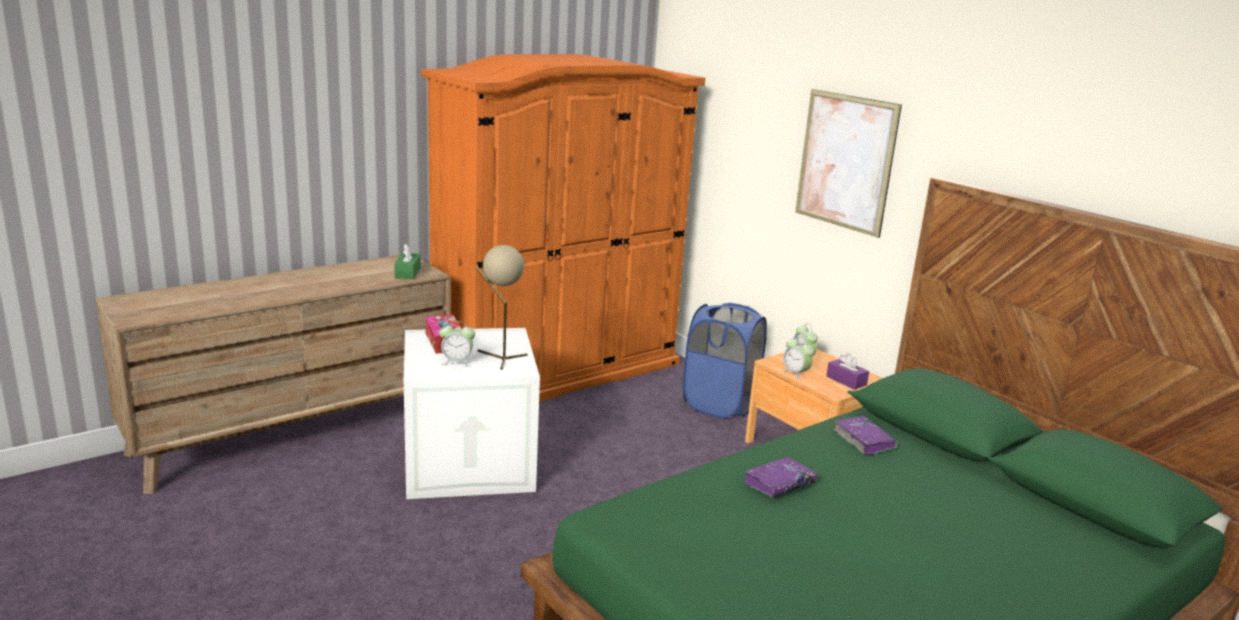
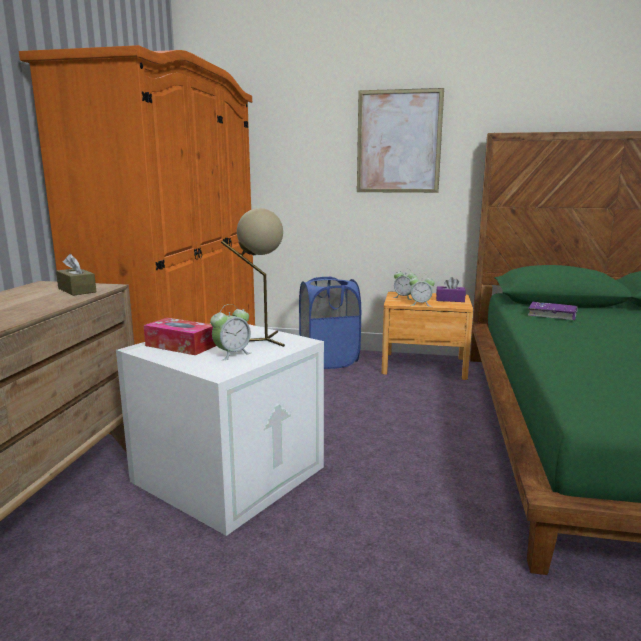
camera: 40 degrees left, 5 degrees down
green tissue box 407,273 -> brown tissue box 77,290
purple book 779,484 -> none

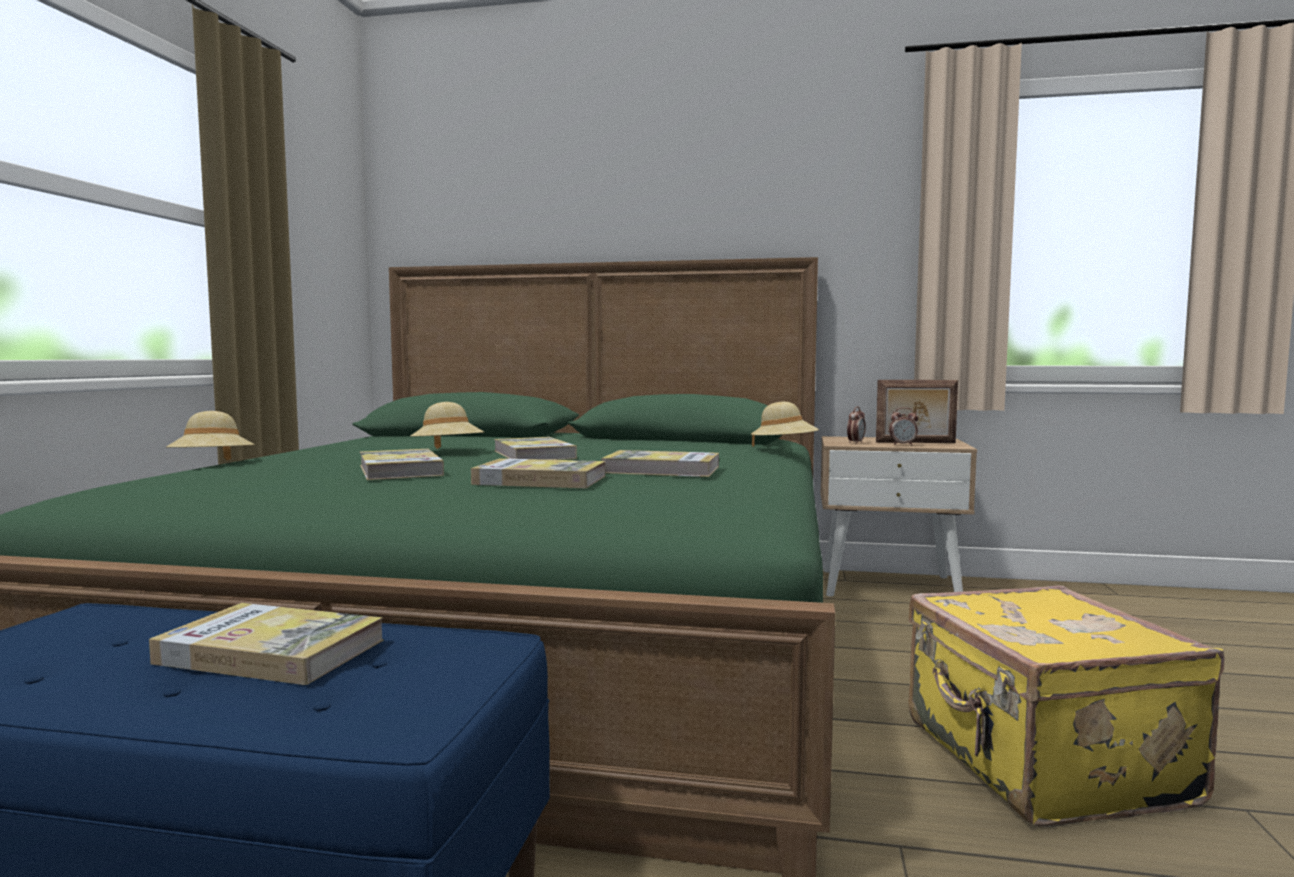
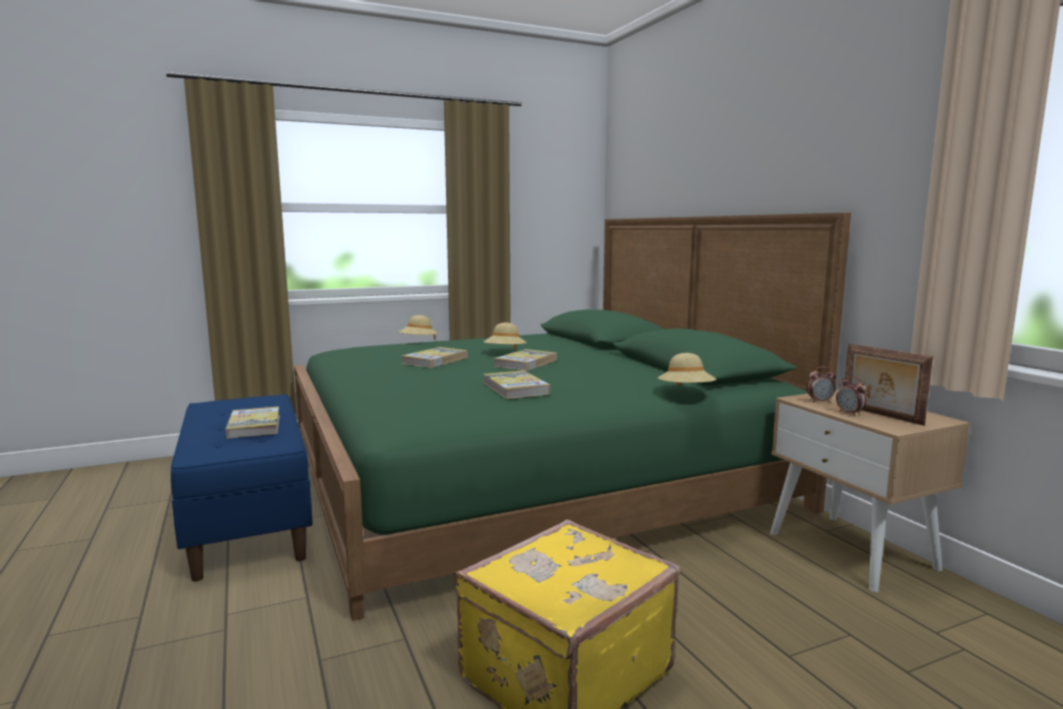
camera: 55 degrees right, 5 degrees up
book 540,480 -> none

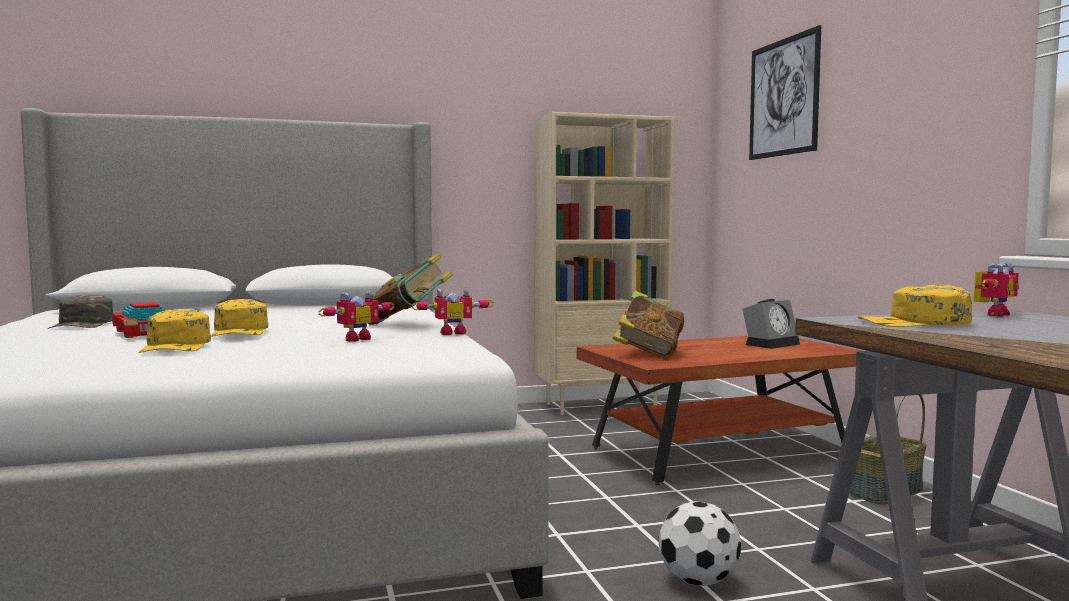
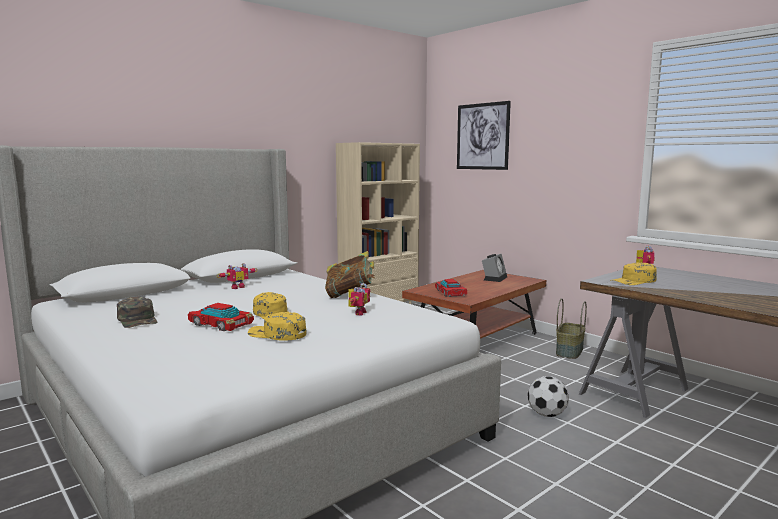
camera: 25 degrees left, 5 degrees up
toy robot 452,333 -> toy robot 237,287, move
yellow cap 177,346 -> yellow cap 277,334, 150 degrees clockwise
book 649,353 -> toy car 450,292

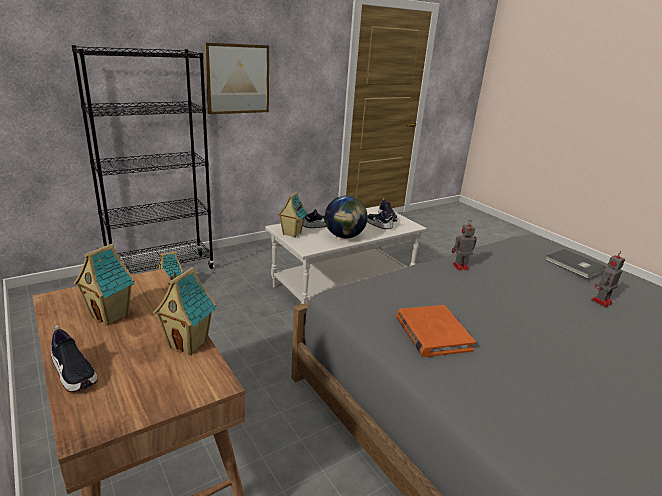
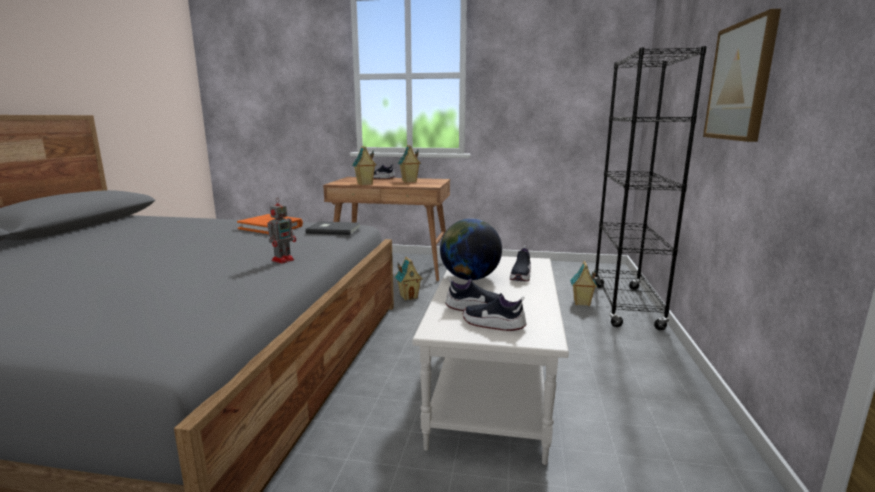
camera: 135 degrees right, 10 degrees down
grey book 574,265 -> grey book 333,230, move
toy house 291,234 -> toy house 409,297, move
toy robot 601,302 -> none

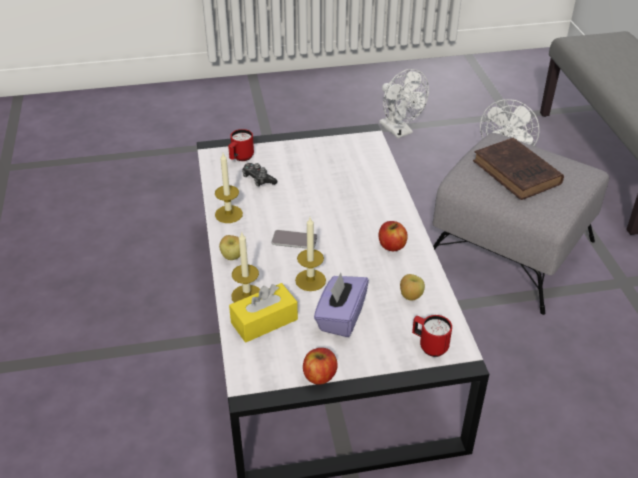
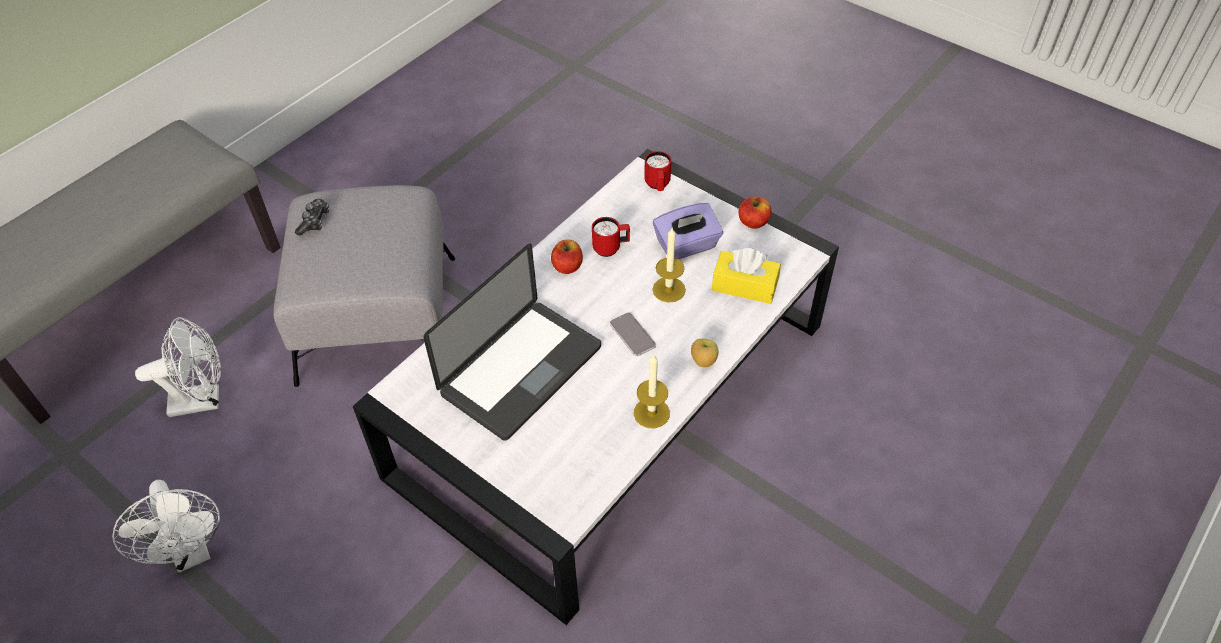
camera: 130 degrees left, 10 degrees up
white fan 399,131 -> white fan 192,552, 135 degrees clockwise
game controller 258,179 -> game controller 314,221, move
none -> laptop 521,370
red mug 240,158 -> red mug 611,248, move
candle 247,296 -> none
apple 410,296 -> none
brown book 518,174 -> none

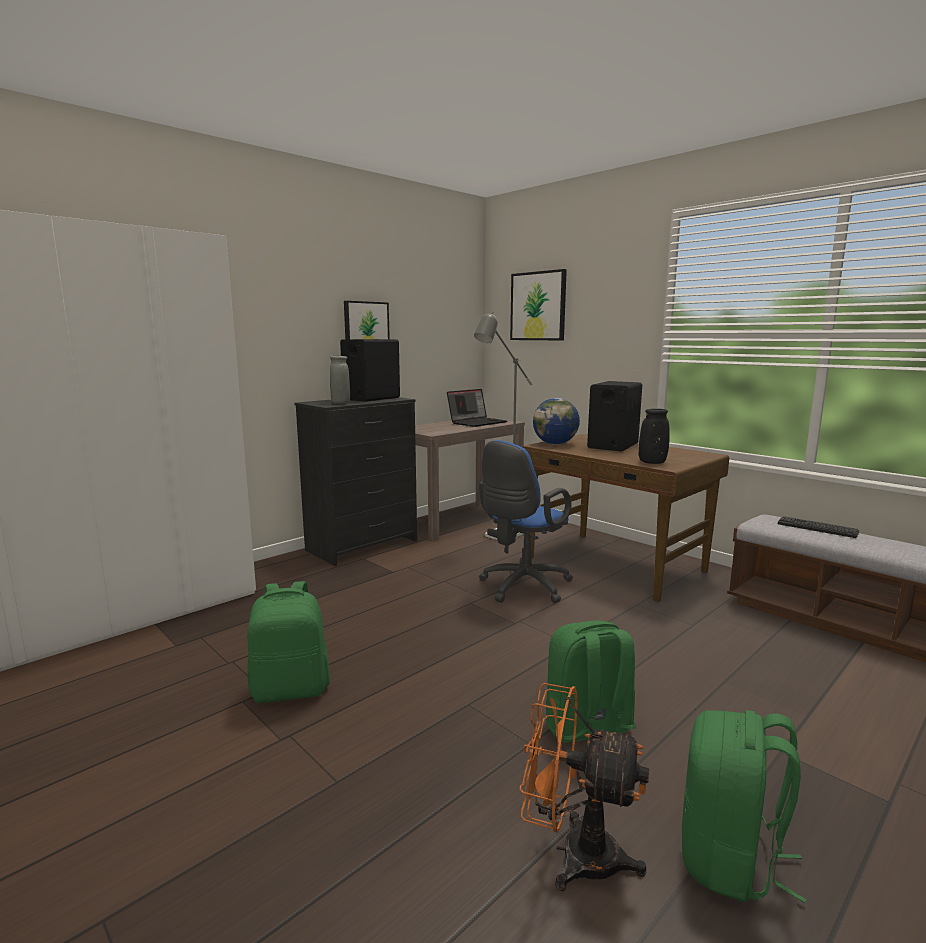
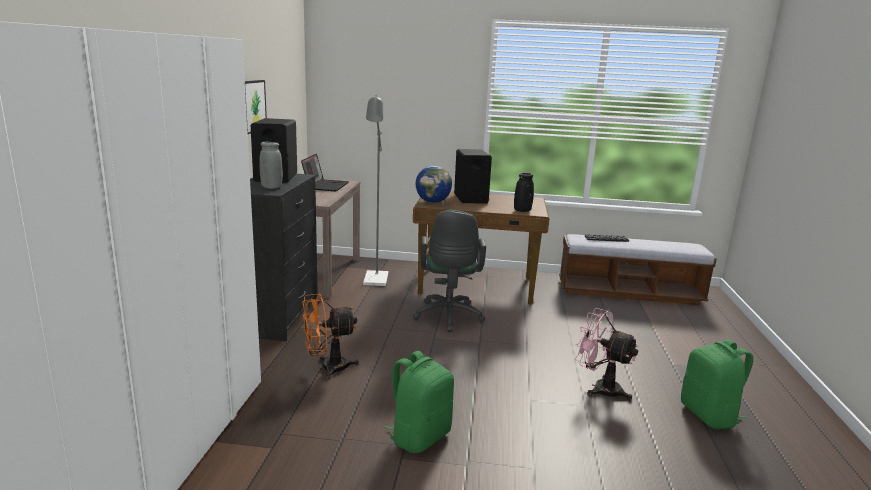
camera: 40 degrees left, 5 degrees up
orange fan 574,853 -> orange fan 327,368, move
blue office chair 522,587 -> green office chair 448,317
green backpack 589,732 -> pink fan 599,388
picture 538,306 -> none

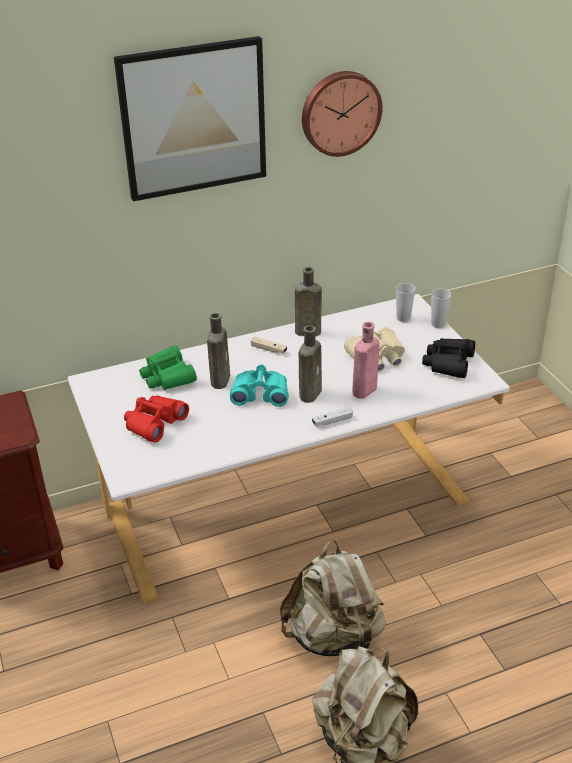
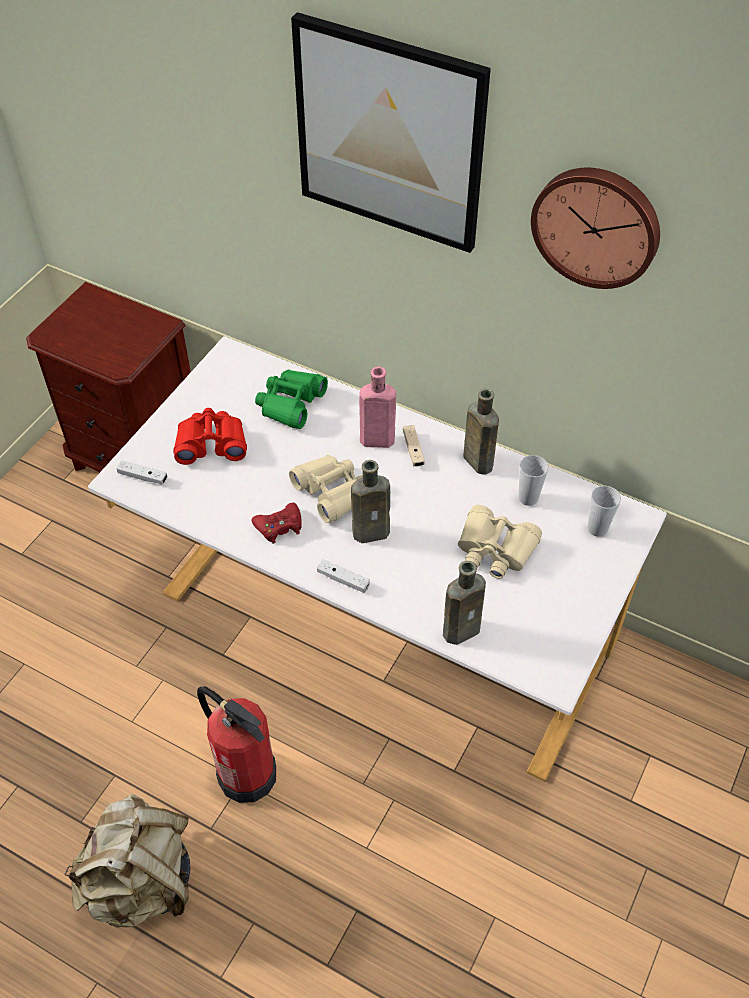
camera: 50 degrees right, 15 degrees up
none -> white game controller 143,477
beige backpack 333,636 -> fire extinguisher 246,773
none -> red game controller 279,526
turquoise binoculars 260,394 -> beige binoculars 332,492
pink bottle 363,391 -> pink bottle 374,440, move
brown bottle 220,379 -> brown bottle 464,629, move
cup 438,324 -> cup 528,498, move
black binoculars 448,363 -> none

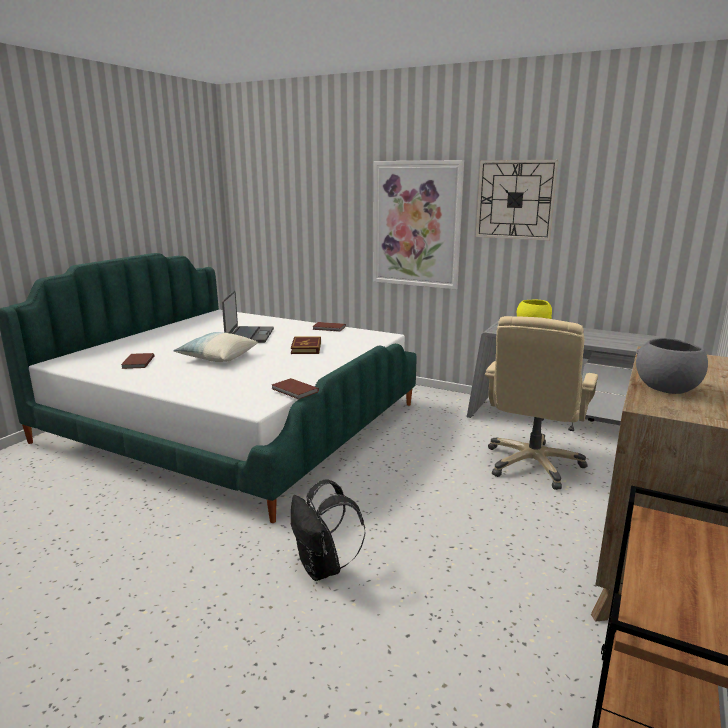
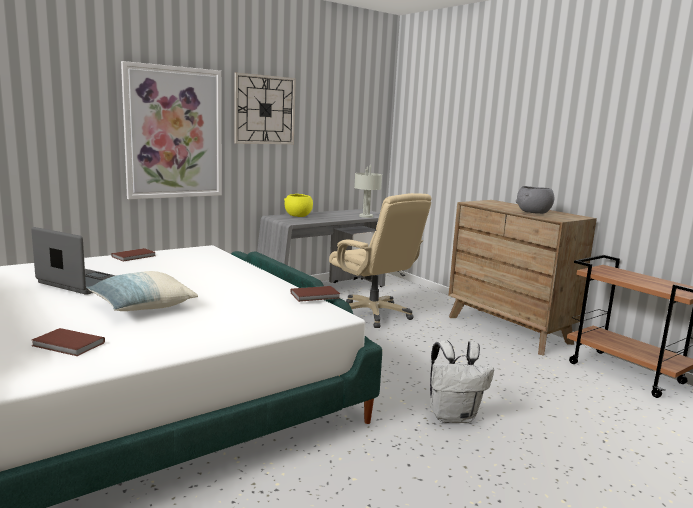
camera: 65 degrees left, 5 degrees down
none -> grey table lamp 366,216
black backpack 323,568 -> white backpack 453,416
book 306,348 -> none

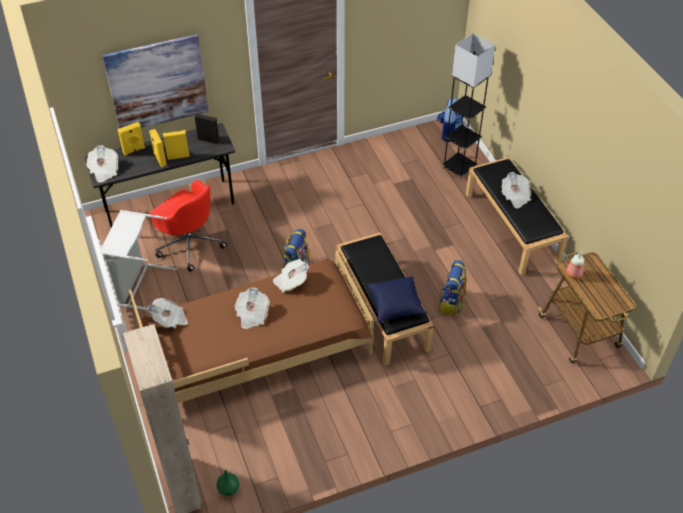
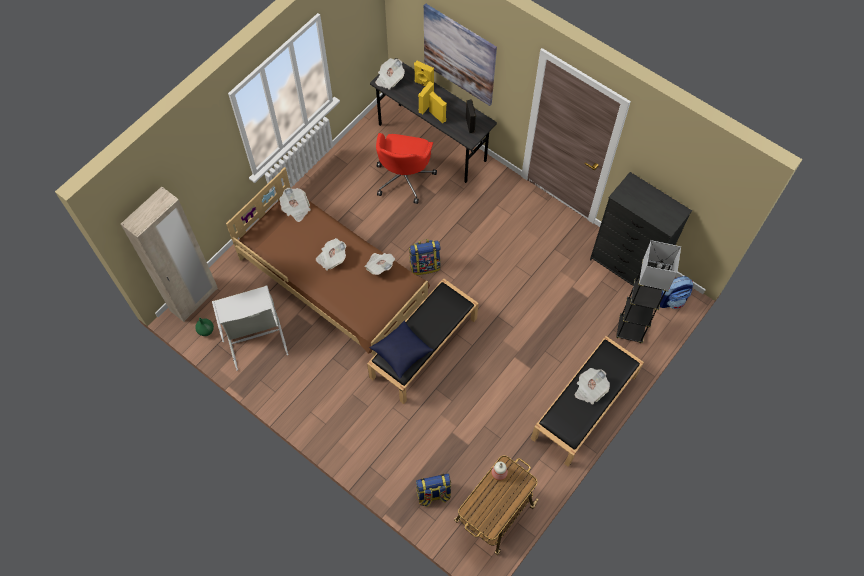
camera: 60 degrees right, 15 degrees up
grey laundry basket 138,286 -> grey laundry basket 256,337, move
backpack 452,303 -> backpack 433,494, move
none -> black dresser 626,266

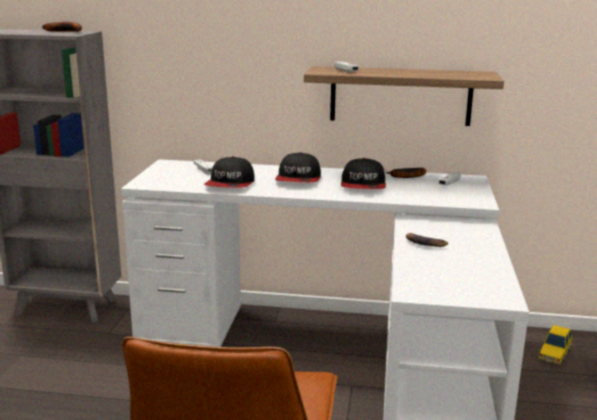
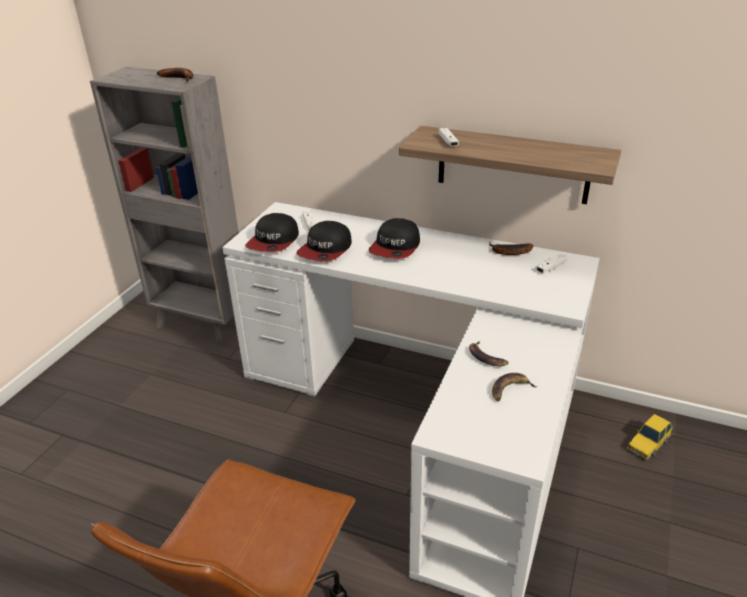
camera: 15 degrees right, 15 degrees up
cap 363,185 -> cap 274,241, move
none -> banana 510,390

